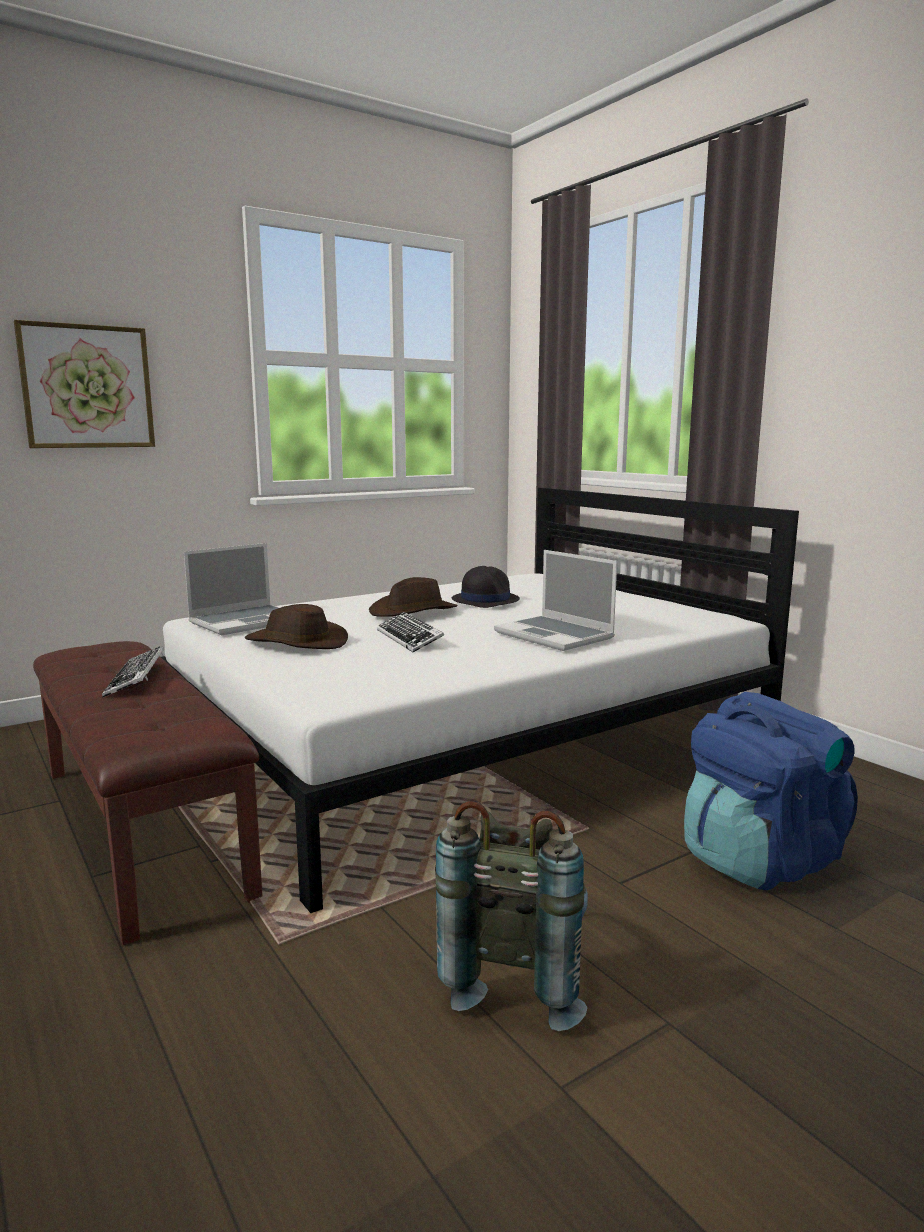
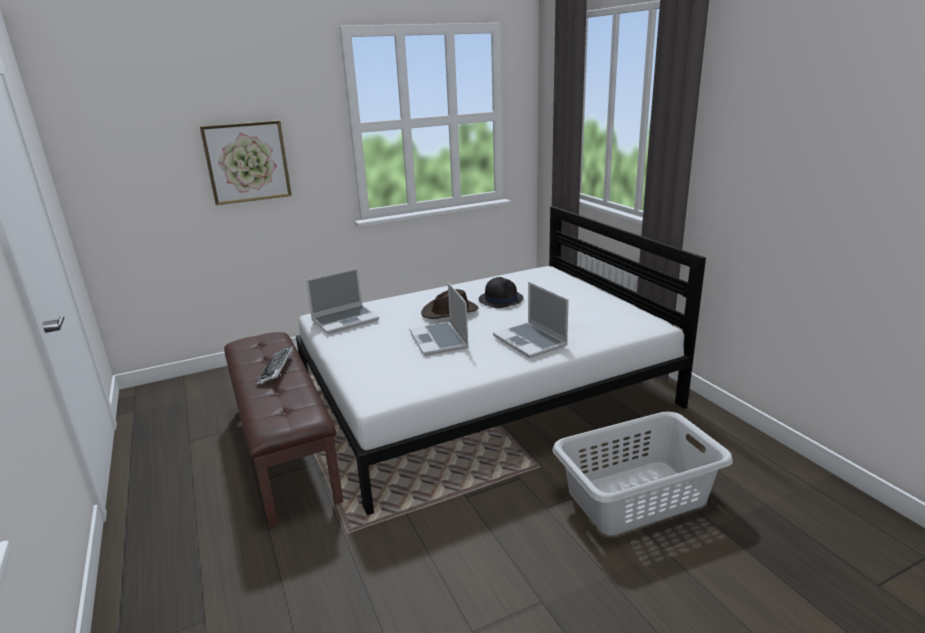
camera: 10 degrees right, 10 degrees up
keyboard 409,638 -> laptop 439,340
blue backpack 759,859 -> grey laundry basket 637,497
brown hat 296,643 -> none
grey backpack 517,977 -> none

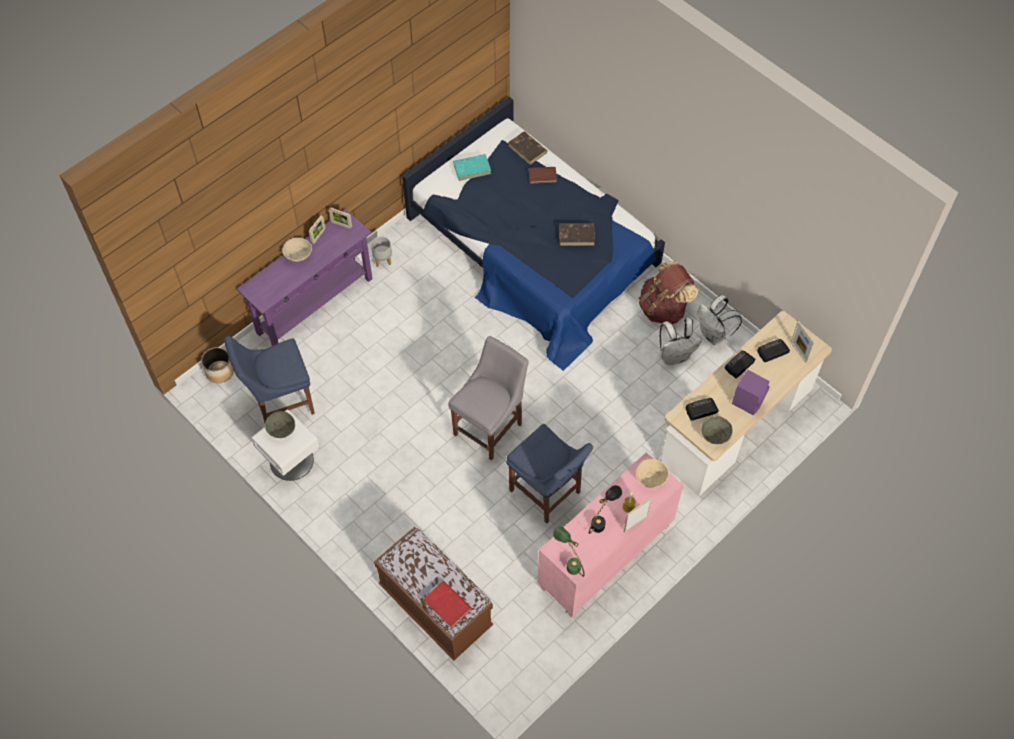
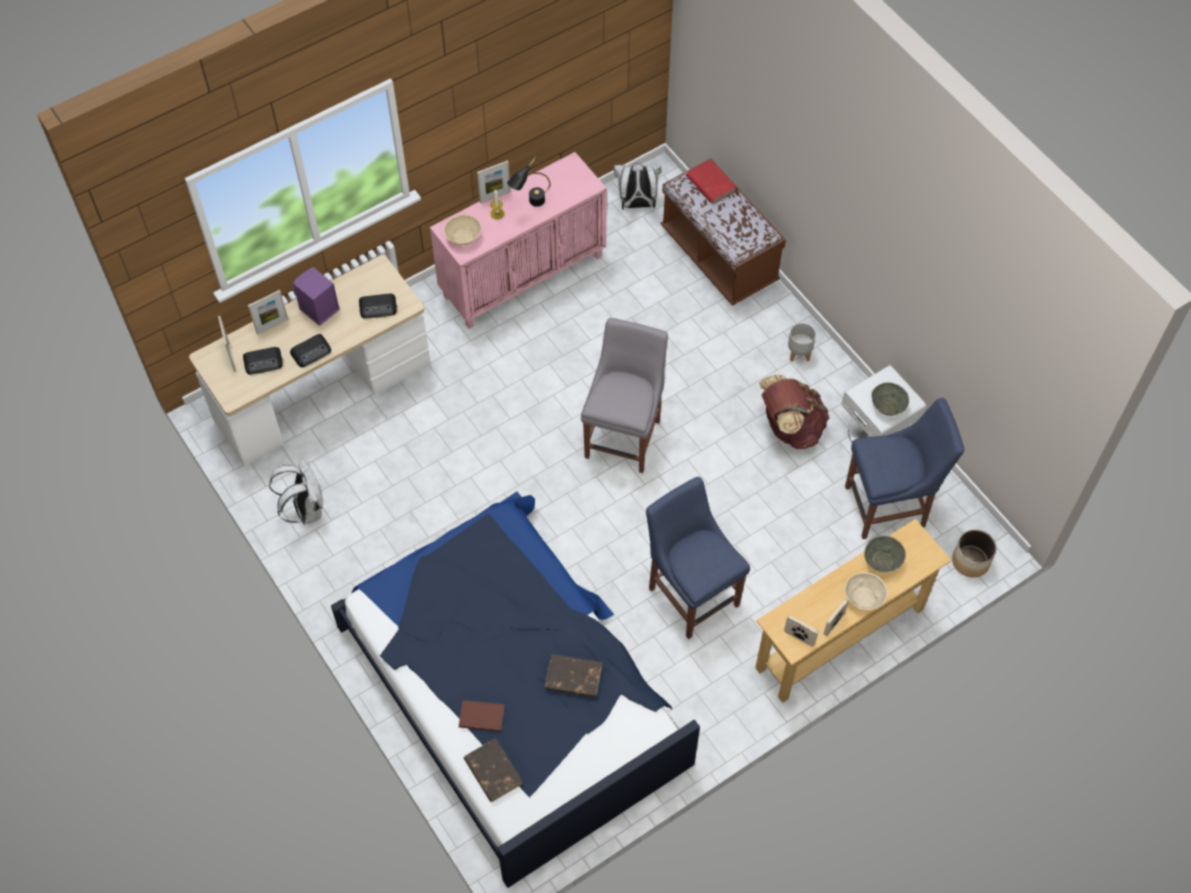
camera: 170 degrees left, 0 degrees up
none -> picture frame 272,326
brown book 577,235 -> brown book 572,677, move
grey chair 490,427 -> grey chair 624,435, 150 degrees clockwise
white backpack 675,356 -> white backpack 637,204, move
blue chair 547,494 -> blue chair 691,593, move
purple console table 314,305 -> beige console table 840,639
brown backpack 663,308 -> brown backpack 790,428, move
grey planter 382,259 -> grey planter 799,353, move
grey bowl 715,435 -> grey bowl 883,561, move
turquoise book 472,168 -> none
green table lamp 569,562 -> none

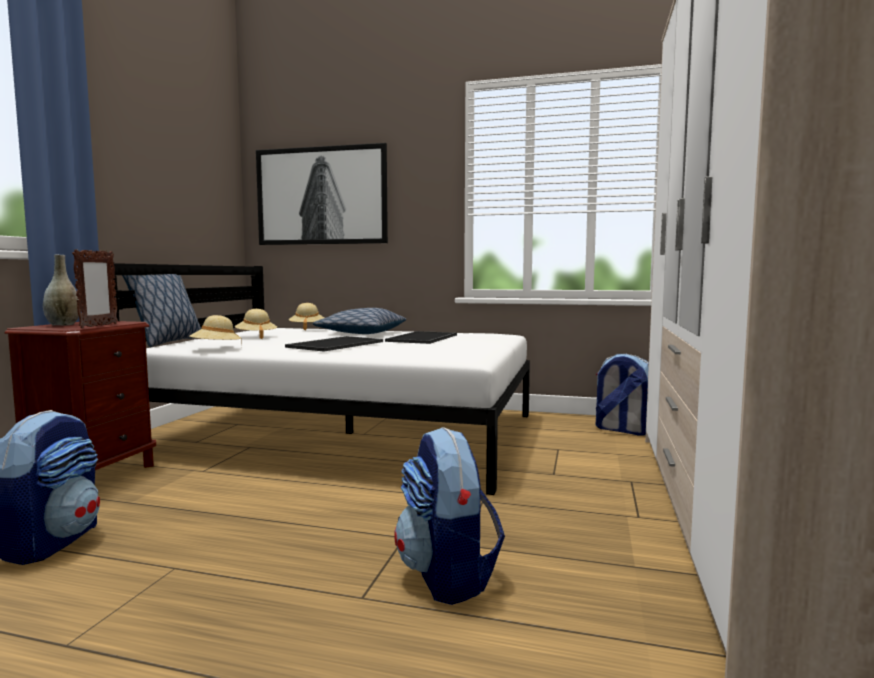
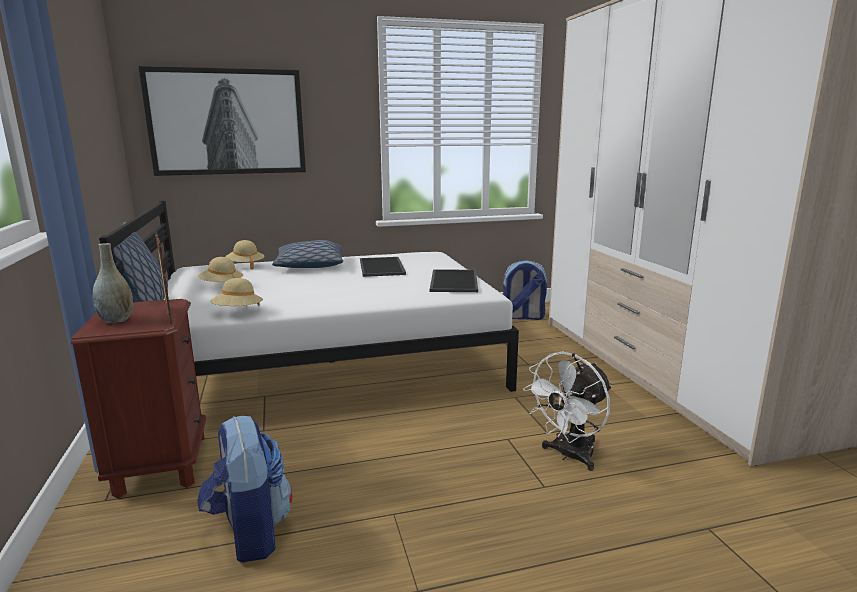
camera: 30 degrees left, 10 degrees up
tray 335,344 -> tray 452,281, move
backpack 447,576 -> white fan 569,456

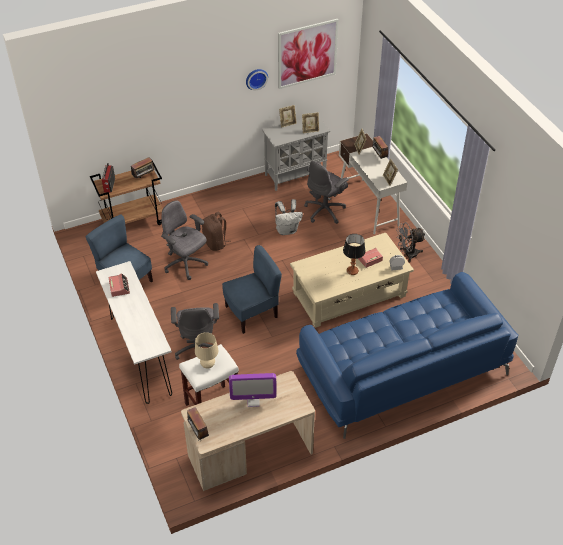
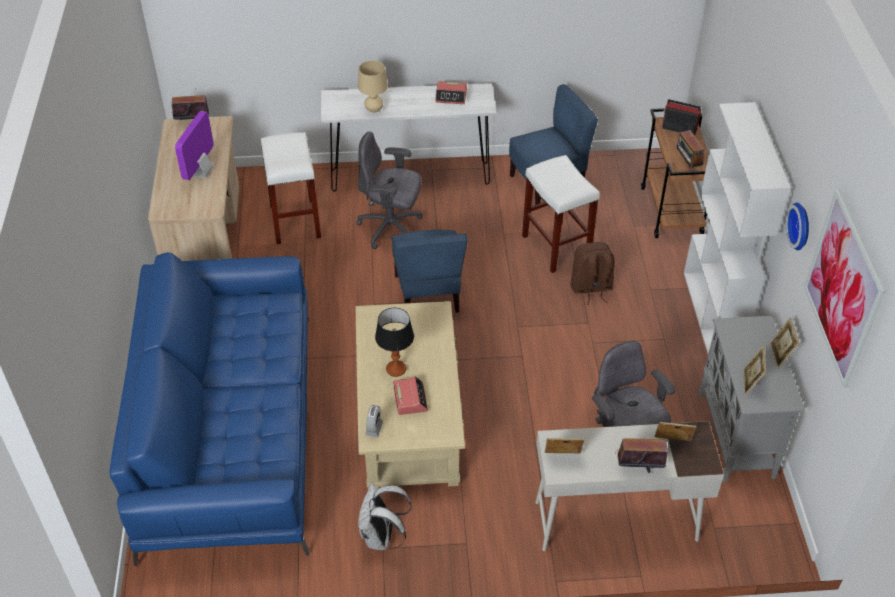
camera: 110 degrees right, 0 degrees up
beige table lamp 207,365 -> beige table lamp 374,109, move
white backpack 287,230 -> white backpack 381,537, move
grey office chair 185,264 -> white stool 557,247
none -> white bookcase 712,314
grey fan 407,254 -> none

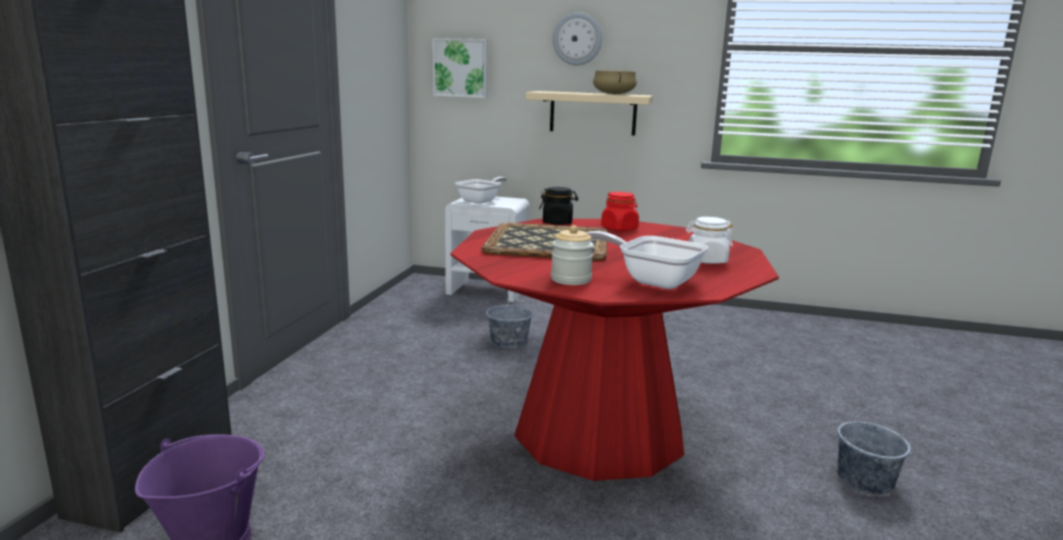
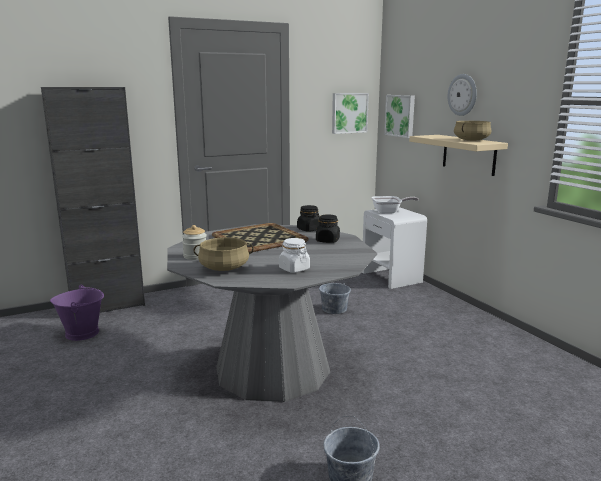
camera: 50 degrees right, 0 degrees up
red dining table 599,431 -> grey dining table 273,369
frying pan 652,280 -> beige cooking pot 224,268
red jar 619,228 -> black jar 327,241
none -> picture 349,113

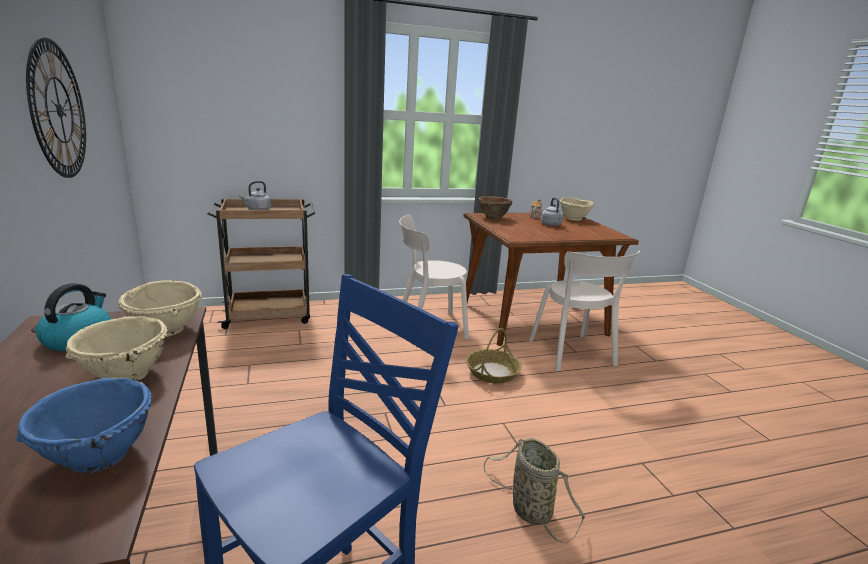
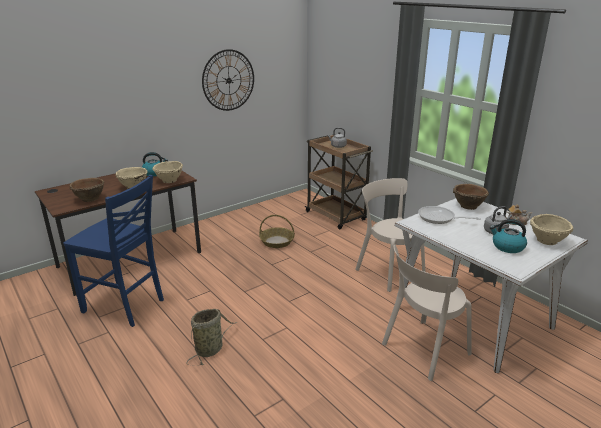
camera: 70 degrees right, 5 degrees up
blue bowl 98,457 -> brown bowl 89,199
basket 492,372 -> basket 276,242, move
brown dining table 532,318 -> white dining table 472,318
none -> frying pan 439,218
none -> kettle 507,247

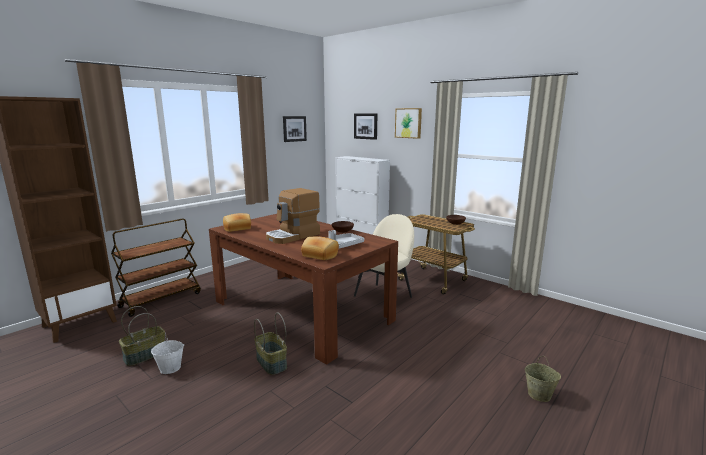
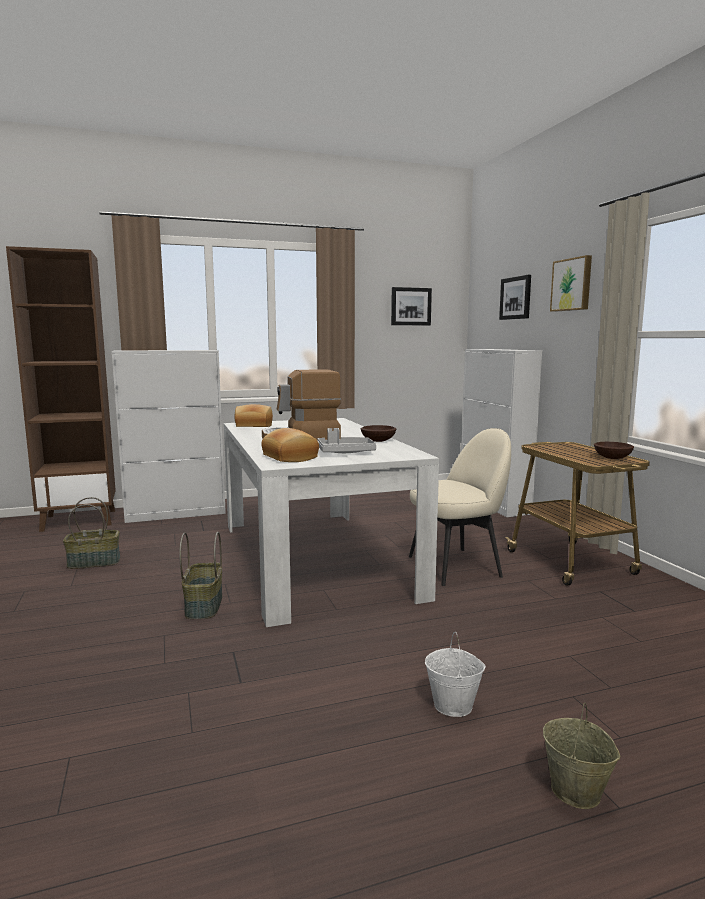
camera: 30 degrees right, 5 degrees down
brown cart 161,299 -> white cabinet 176,514
brown dining table 301,310 -> white dining table 314,558
white bucket 171,368 -> white bucket 454,705, move

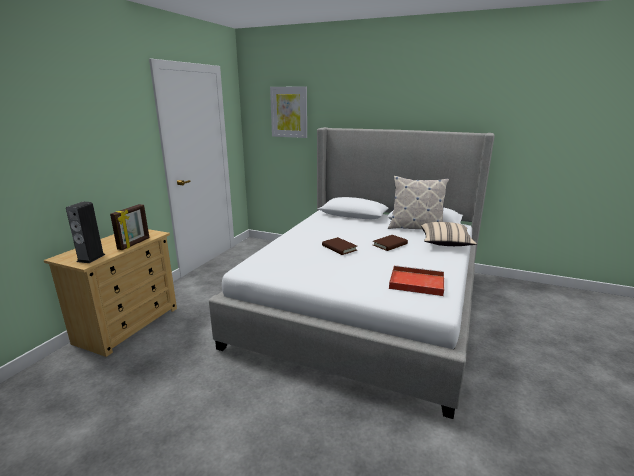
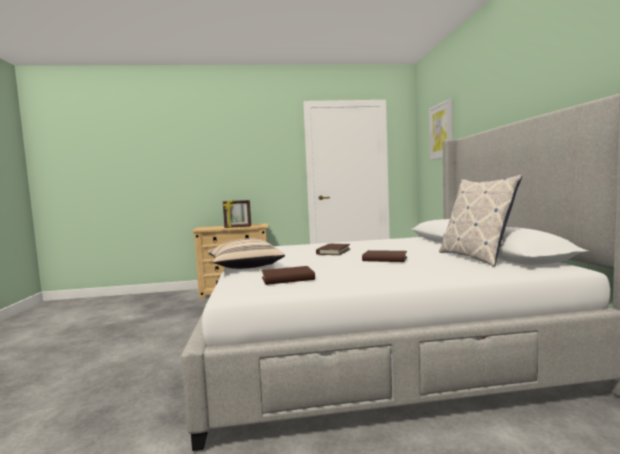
camera: 60 degrees right, 15 degrees down
beige pillow 445,243 -> beige pillow 244,267, move
red tray 415,283 -> brown book 287,279
speaker 91,258 -> none

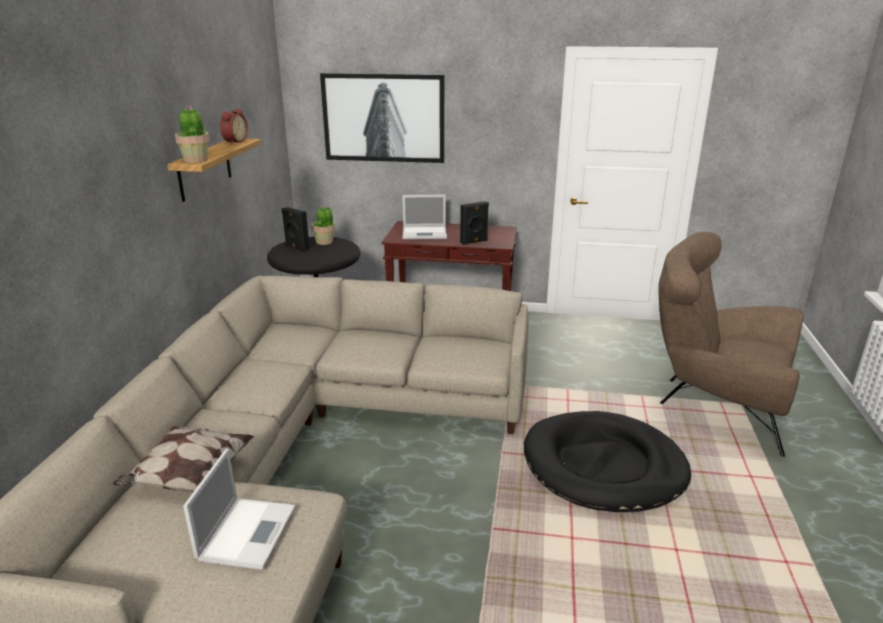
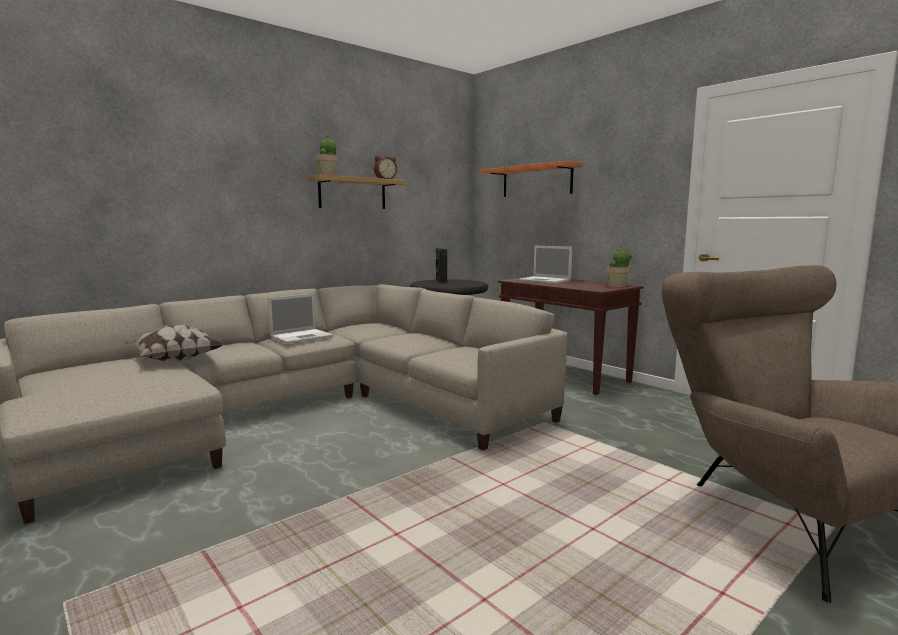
camera: 40 degrees right, 15 degrees down
laptop 248,531 -> laptop 302,336, move
picture 384,118 -> orange shelf 536,181
potted plant 324,242 -> potted plant 617,286, move
black speaker 474,242 -> none
black dog bed 604,466 -> none

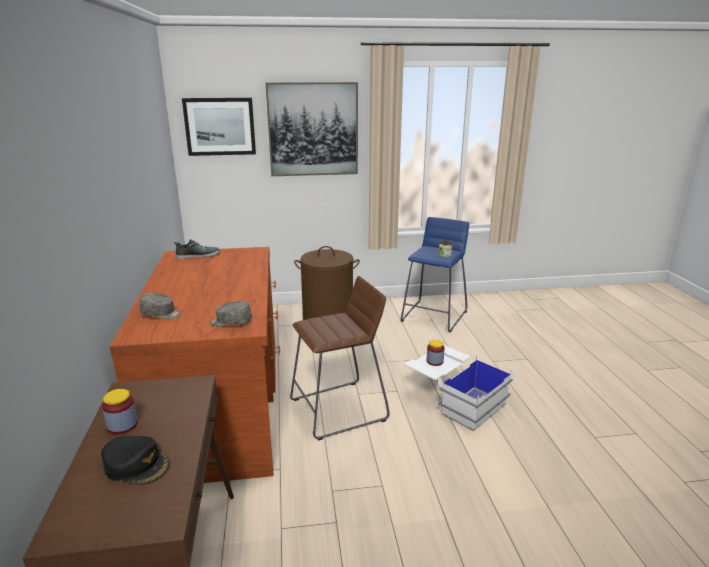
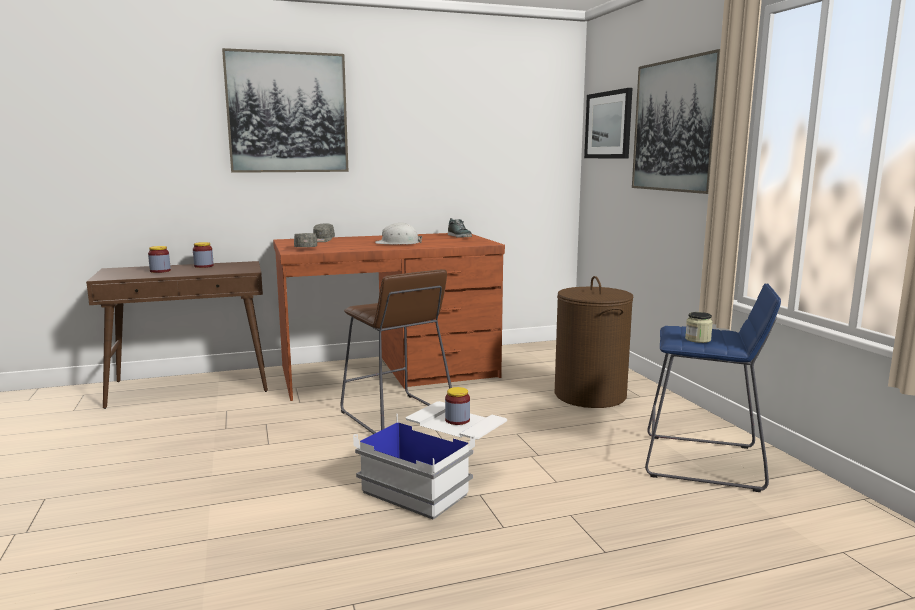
camera: 80 degrees right, 10 degrees down
black cap 137,464 -> jar 160,271
none -> picture 287,113
none -> white hard hat 398,243

